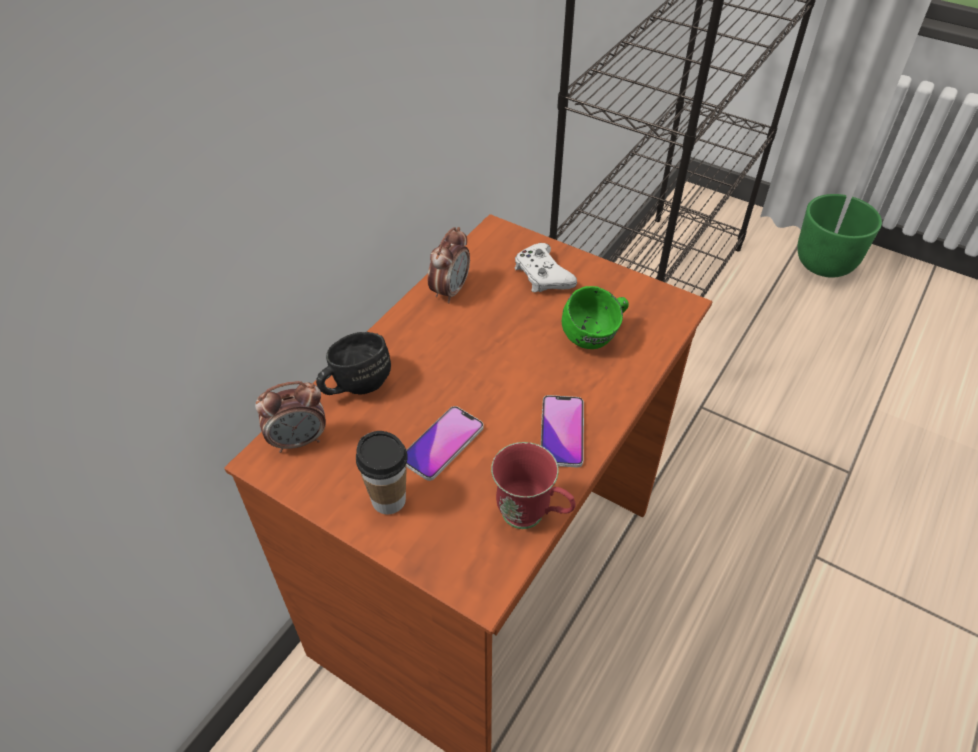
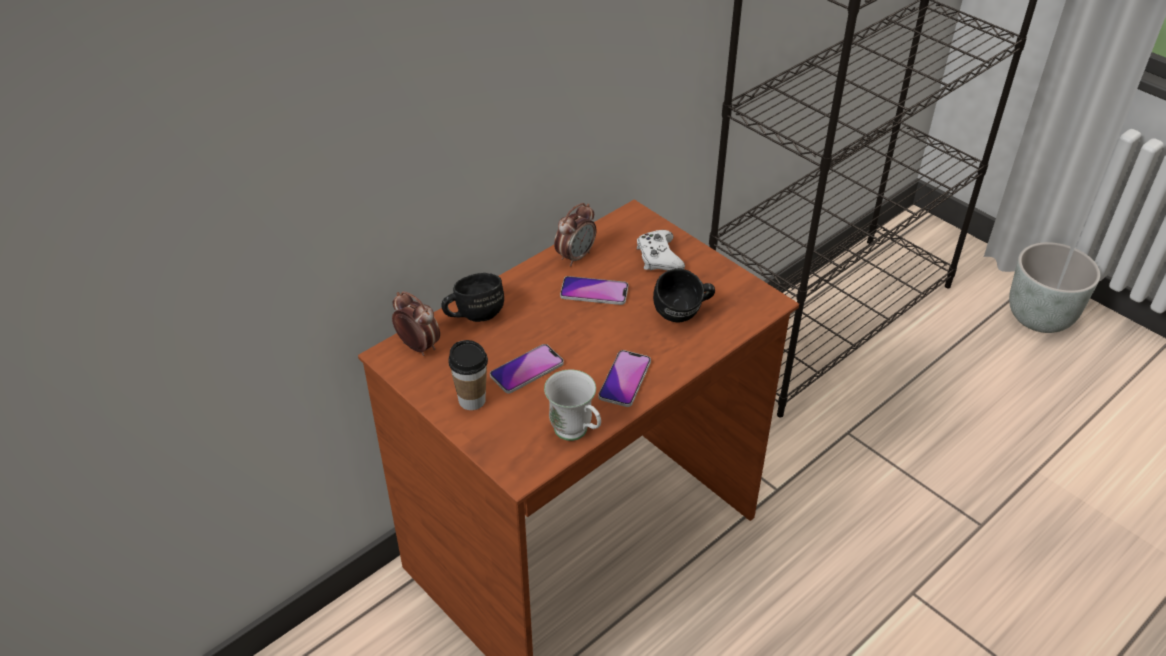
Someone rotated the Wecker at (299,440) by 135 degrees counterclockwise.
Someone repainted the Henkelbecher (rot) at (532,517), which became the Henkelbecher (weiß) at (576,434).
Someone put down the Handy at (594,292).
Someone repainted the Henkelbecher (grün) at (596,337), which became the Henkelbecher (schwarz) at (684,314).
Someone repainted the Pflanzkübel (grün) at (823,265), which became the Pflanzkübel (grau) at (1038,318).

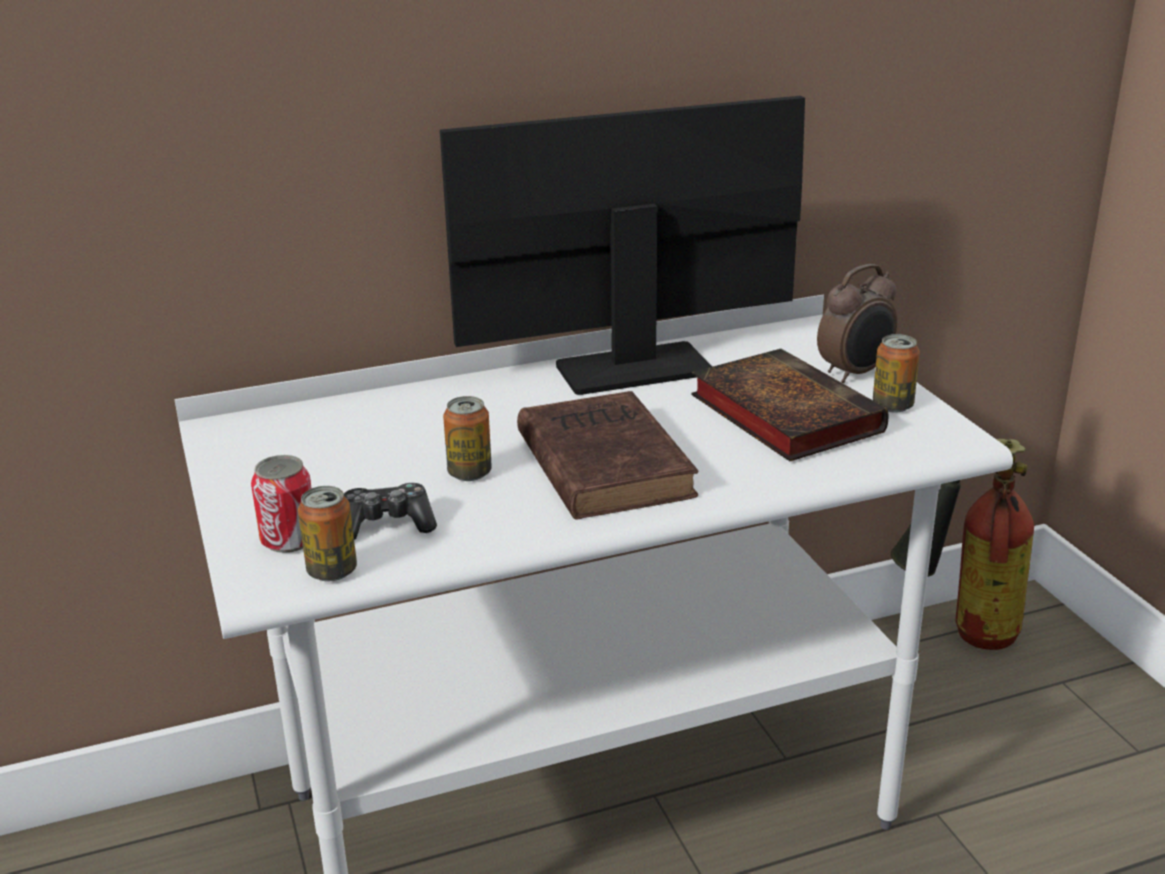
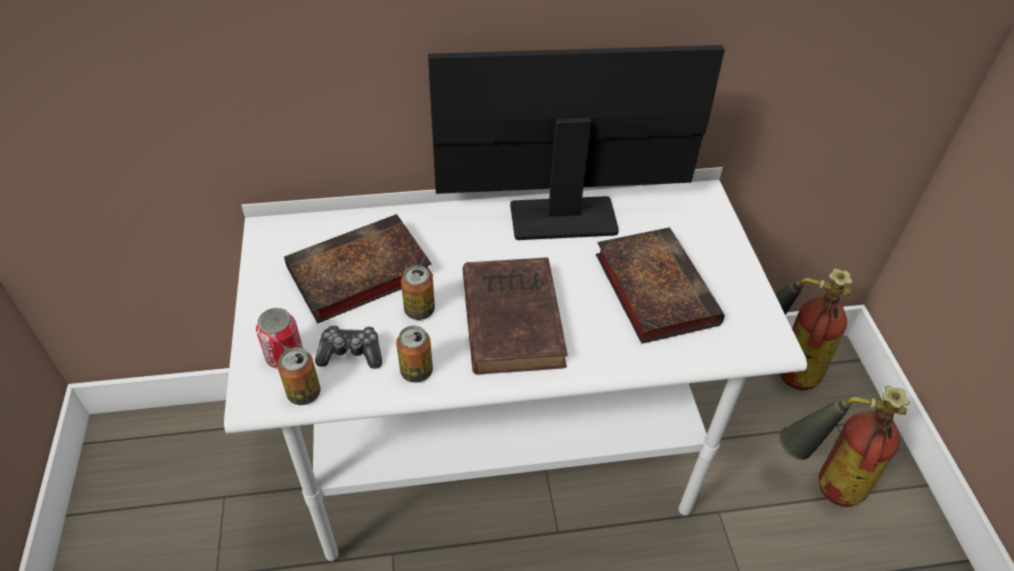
Someone put down the Buch at (357,275).
Someone carried the Dose from (892,406) to (416,371).
Someone put down the Feuerlöscher at (818,483).
Someone took away the Wecker at (855,373).

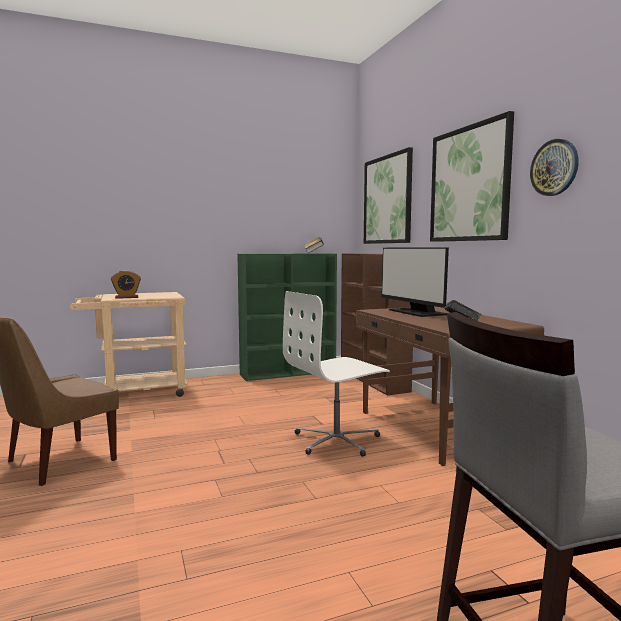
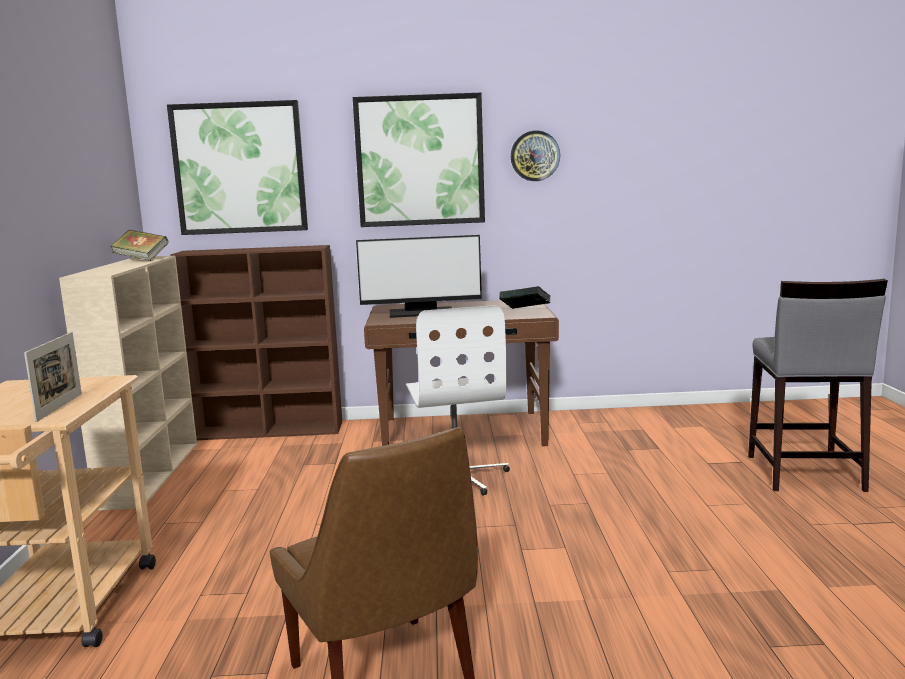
Someone swapped the Wecker at (126,297) for the Bilderrahmen at (59,407).
Someone repainted the Bücherregal (grün) at (289,373), which became the Bücherregal (beige) at (151,473).

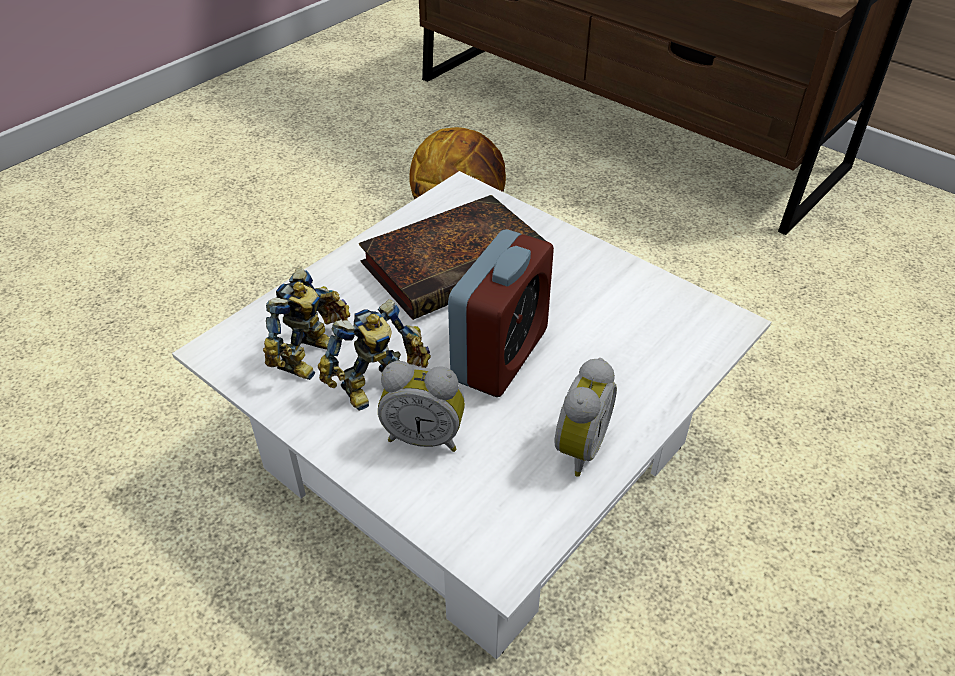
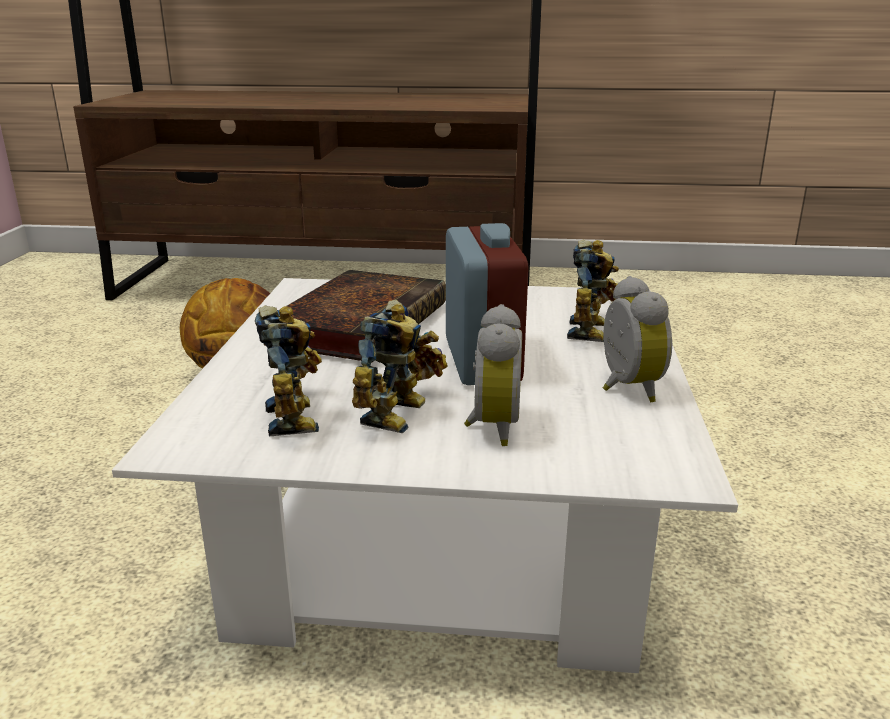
Someone rotated the Wecker at (425,436) by 60 degrees counterclockwise.
Someone put down the Spielzeugroboter at (592,330).

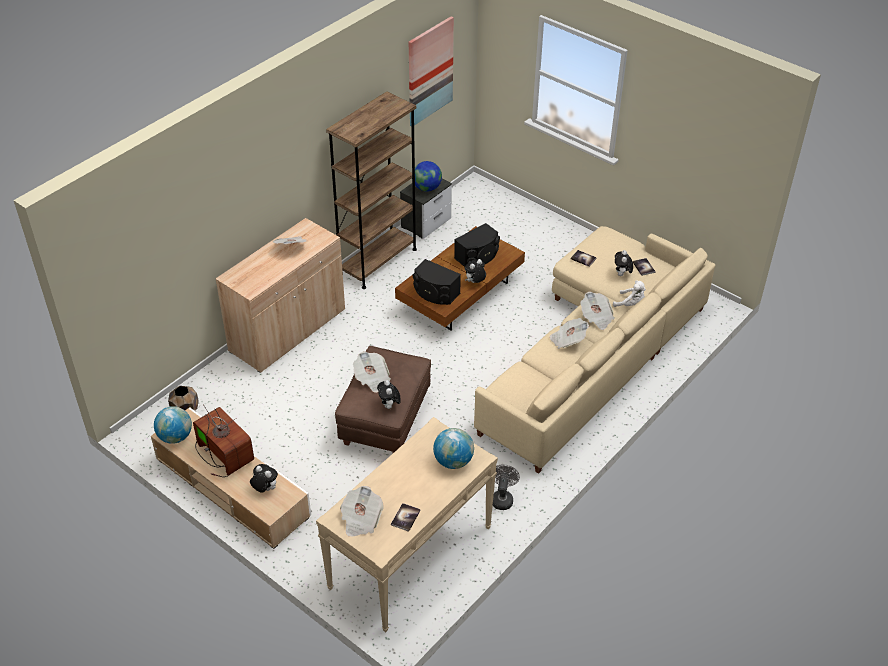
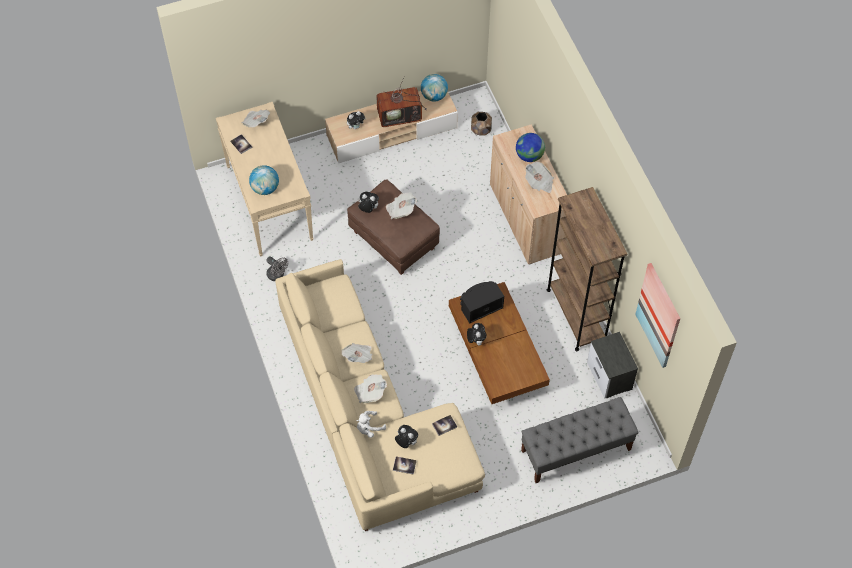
Someone carried the Globus from (427,188) to (529,156).
Someone put down the Bank (grau) at (575,450).
Someone took away the Lautsprecher (schwarz) at (478,256).

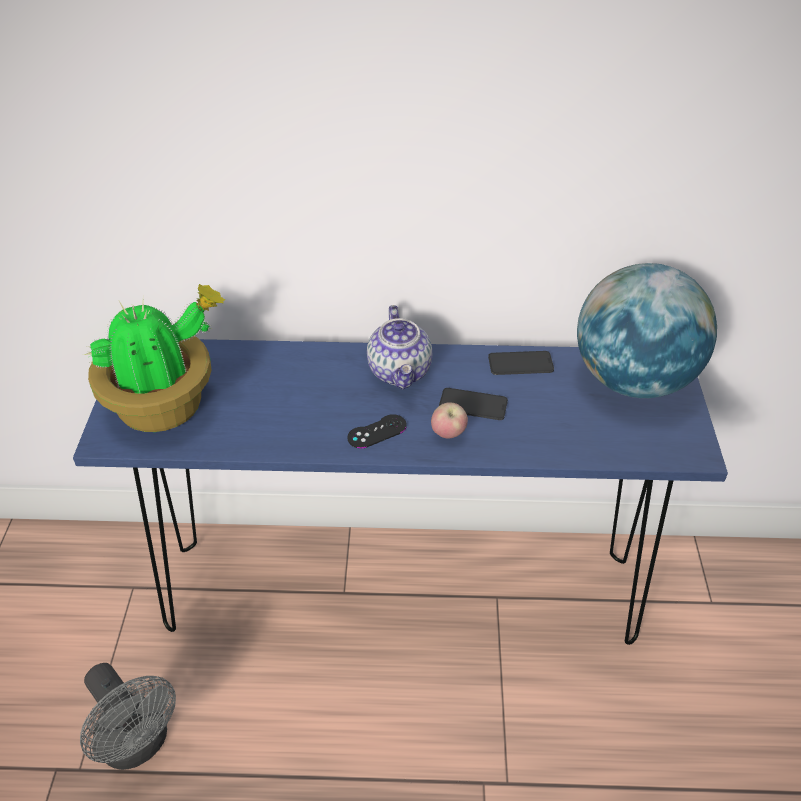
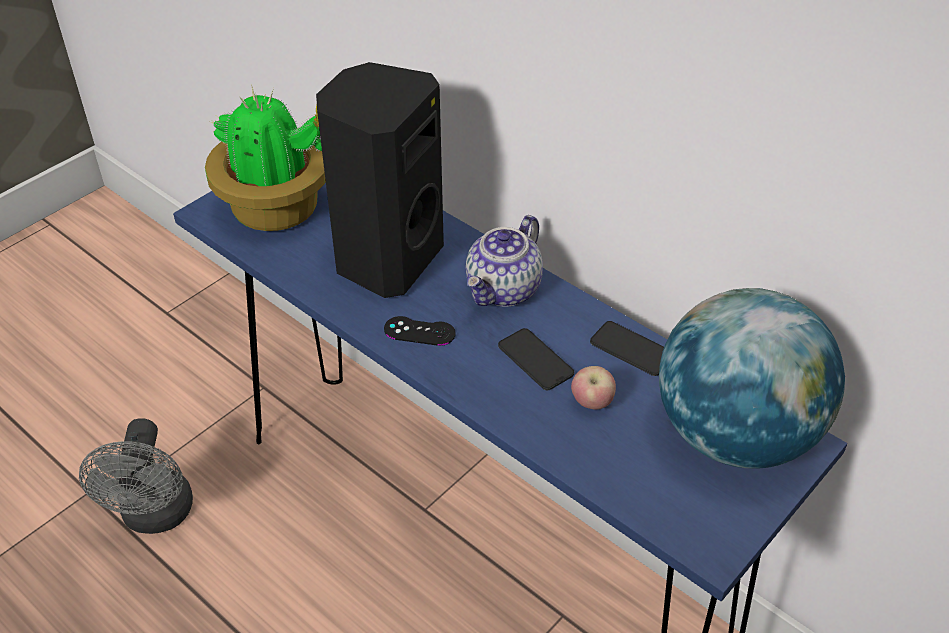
Someone put down the Lautsprecher (schwarz) at (386,259).
Someone carried the Apfel from (448,433) to (592,403).

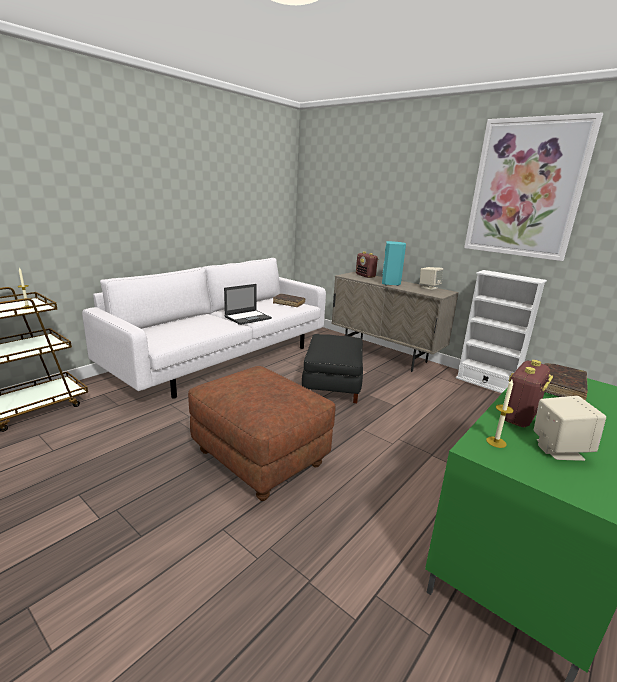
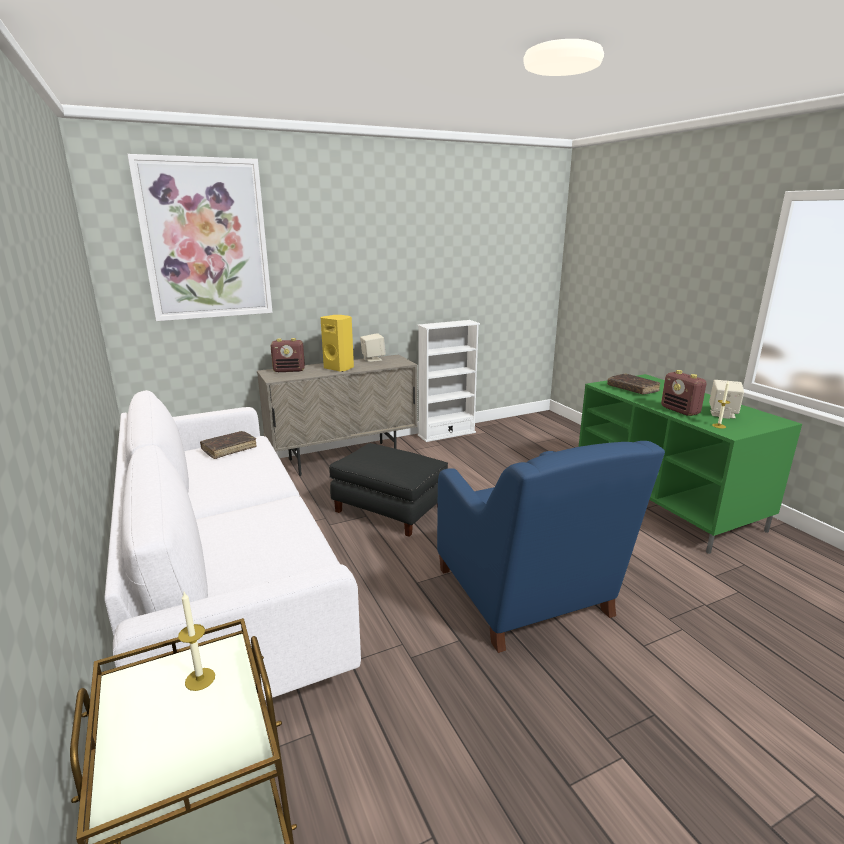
Someone carried the Bild from (525,189) to (206,240).
Someone repainted the Lautsprecher (türkis) at (391,283), which became the Lautsprecher (gelb) at (340,368).
Someone swapped the Polsterhocker (braun) at (259,458) for the Sessel (blau) at (527,597).
Someone took away the Laptop at (248,317).

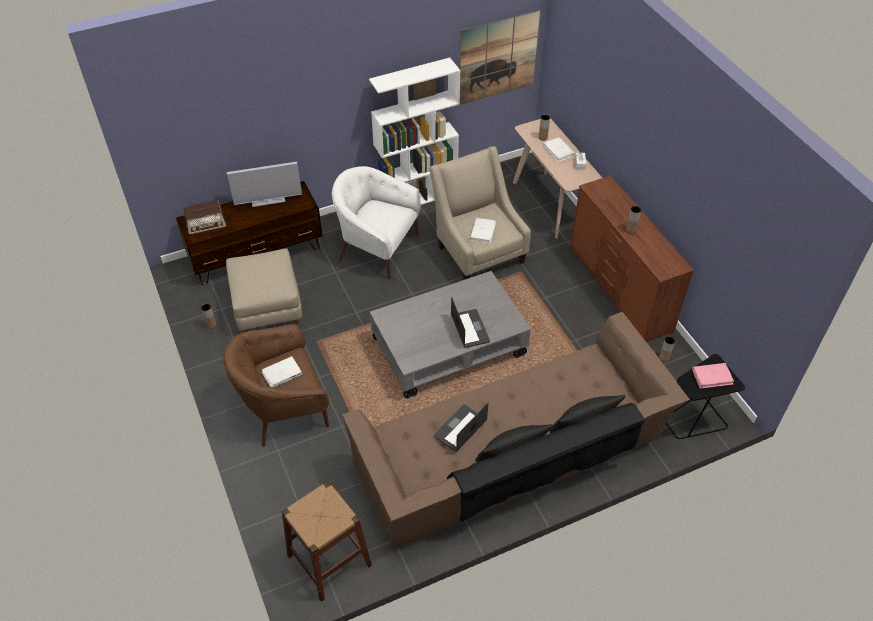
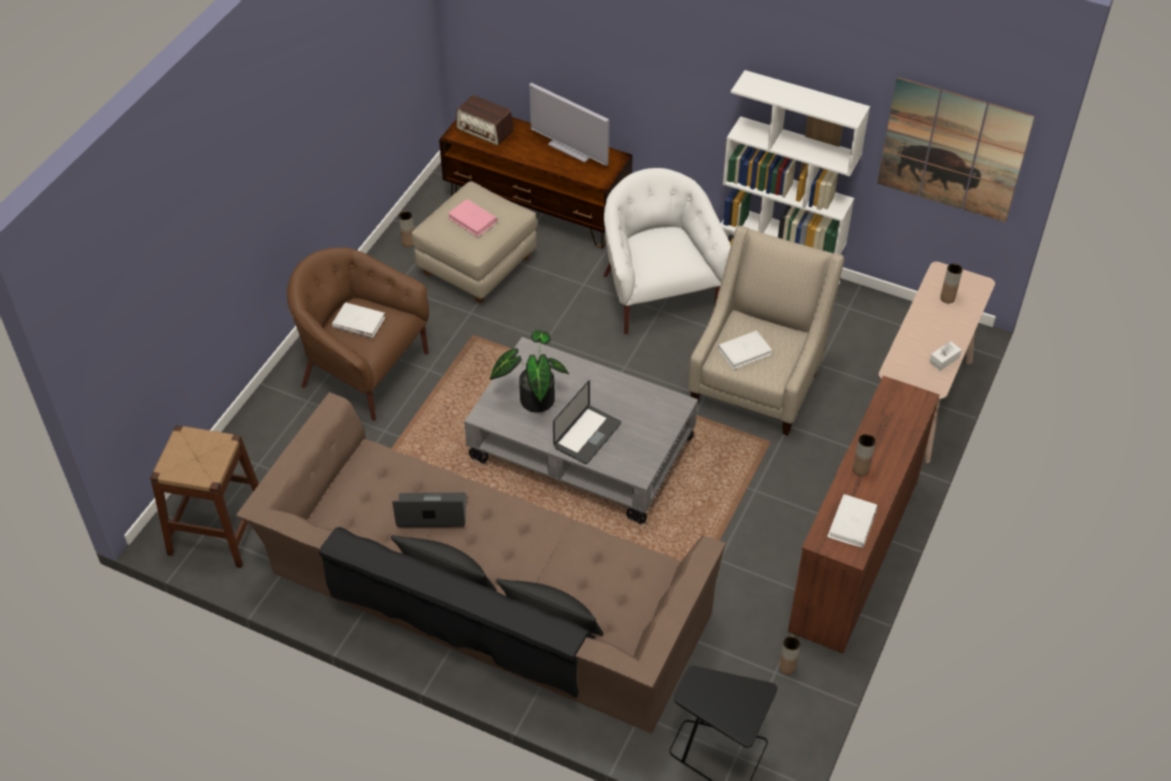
Someone carried the Buch (rosa) from (712,377) to (472,220).
Someone put down the Topfpflanze at (533,398).
Someone carried the Buch (weiß) from (558,151) to (852,523).

